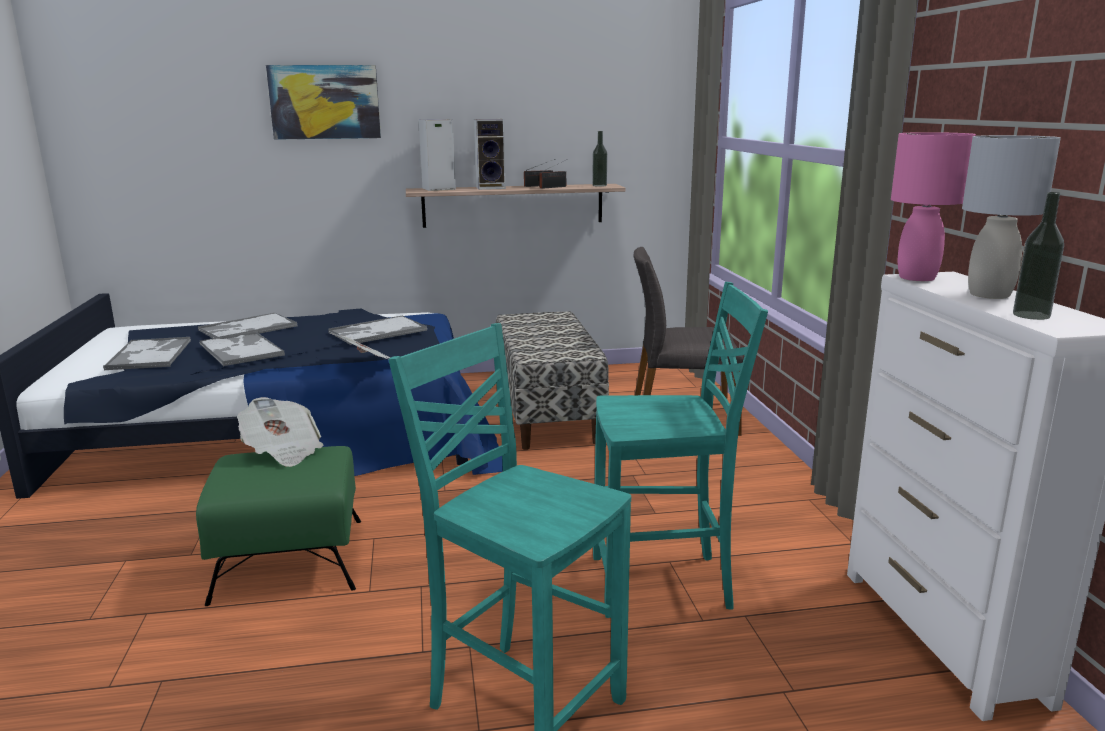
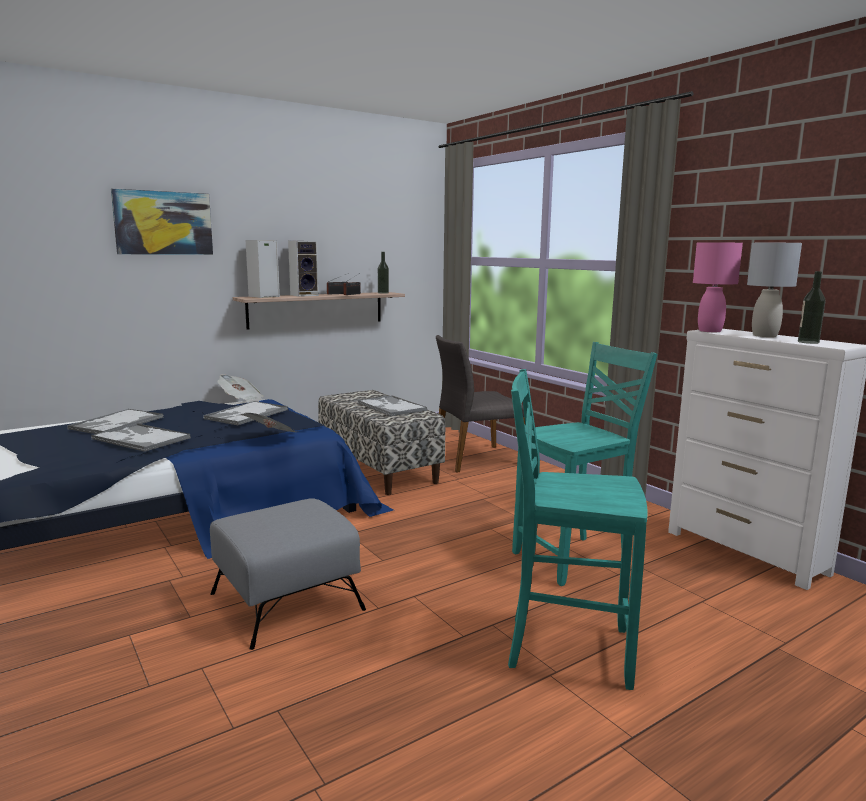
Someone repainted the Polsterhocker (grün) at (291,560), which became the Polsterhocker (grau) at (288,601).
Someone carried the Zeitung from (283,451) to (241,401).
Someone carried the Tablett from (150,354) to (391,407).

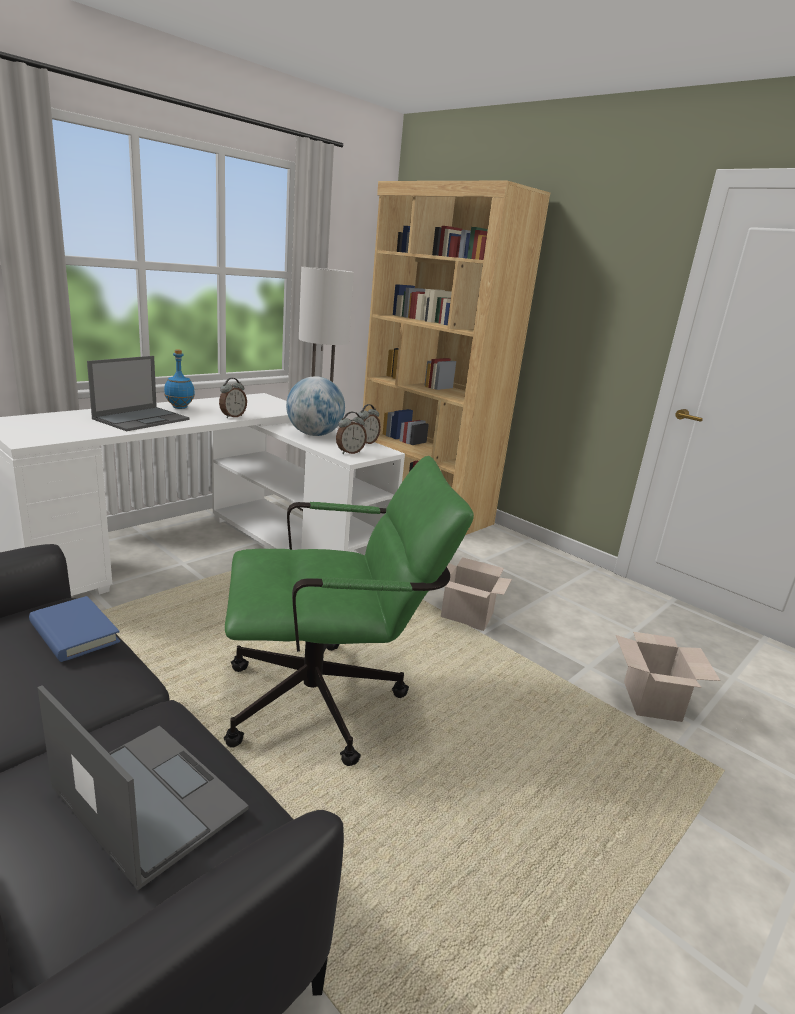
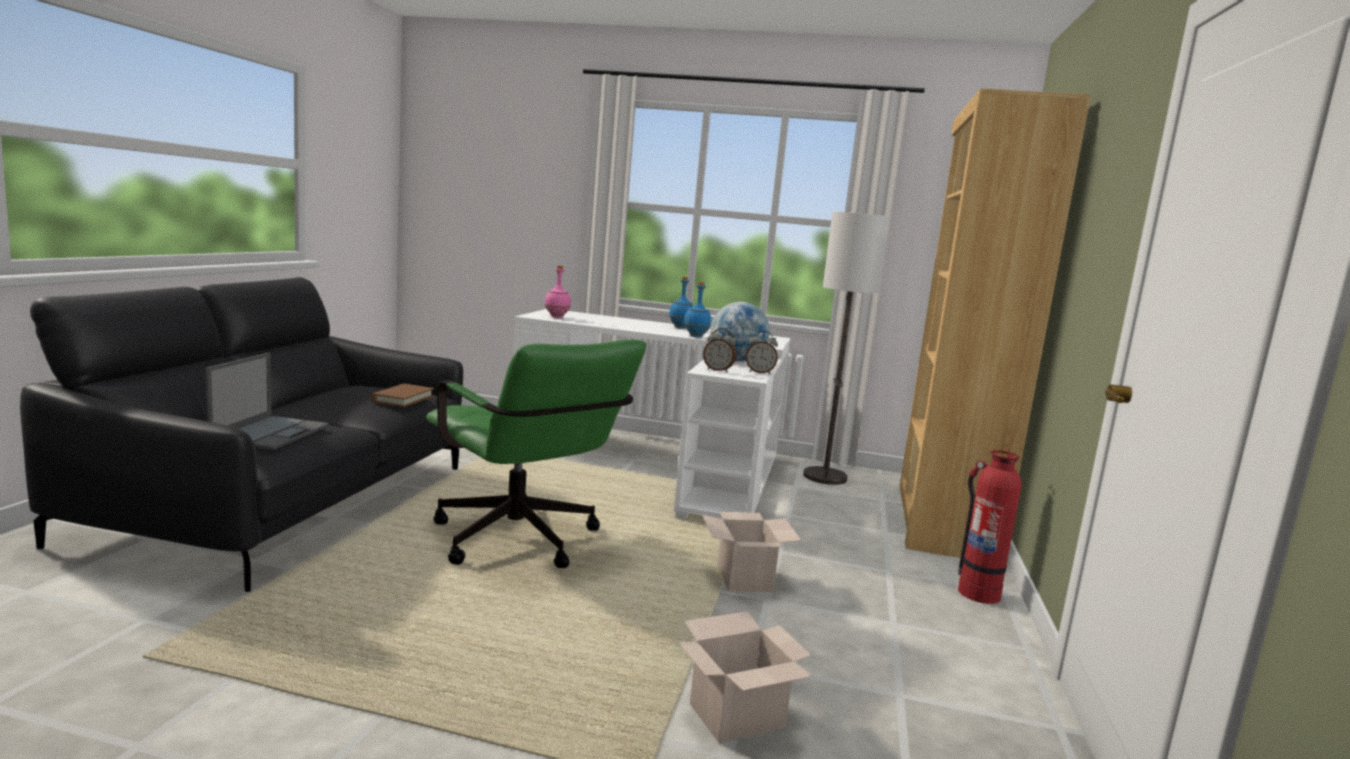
Someone repainted the Buch (blau) at (74,633), which became the Buch (braun) at (403,399).
Someone put down the Flasche (rosa) at (556,317).
Someone swapped the Wecker at (232,416) for the Flasche (blau) at (696,336).
Someone put down the Feuerlöscher at (978,593).
Someone took away the Laptop at (142,419).

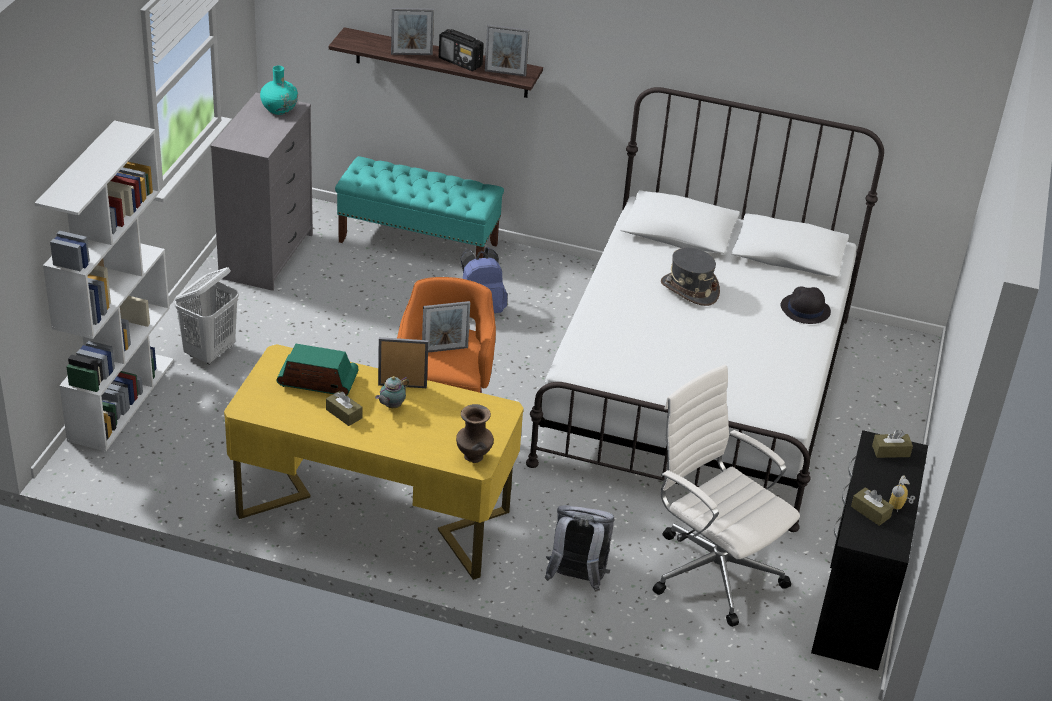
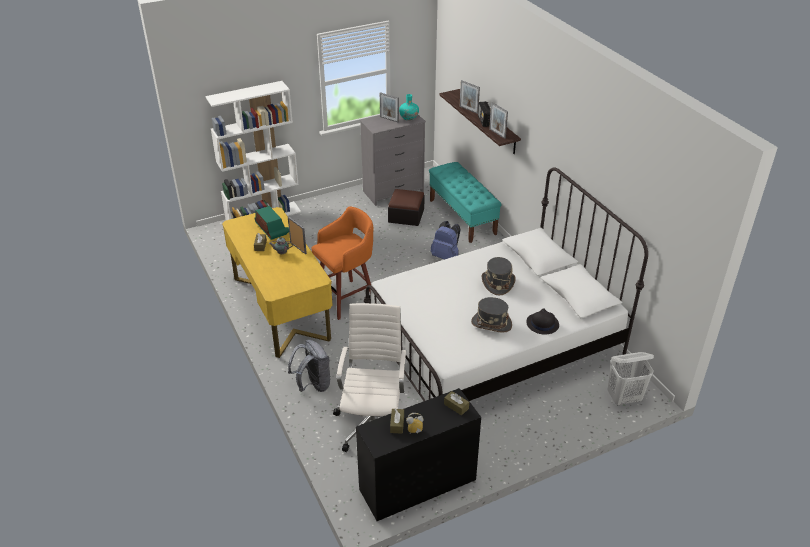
Someone carried the Bilderrahmen from (444,349) to (389,119).
Someone put down the Polsterhocker at (406,216).
Someone put down the Hut (grau) at (491,324).
Someone carried the Wäschekorb (weiß) from (210,352) to (624,398).
Someone took away the Vase (braun) at (474,457).

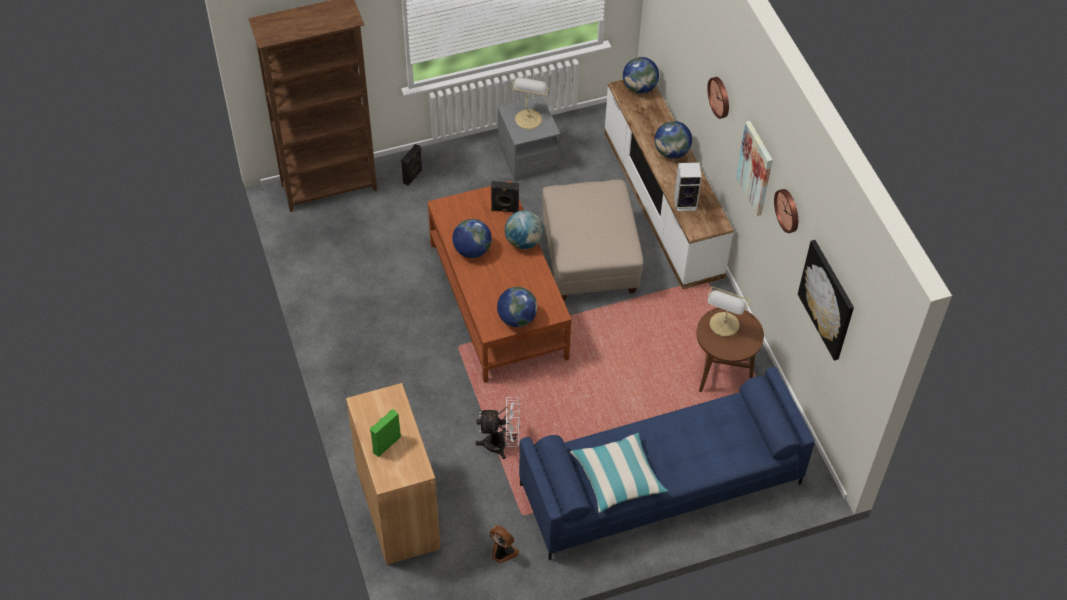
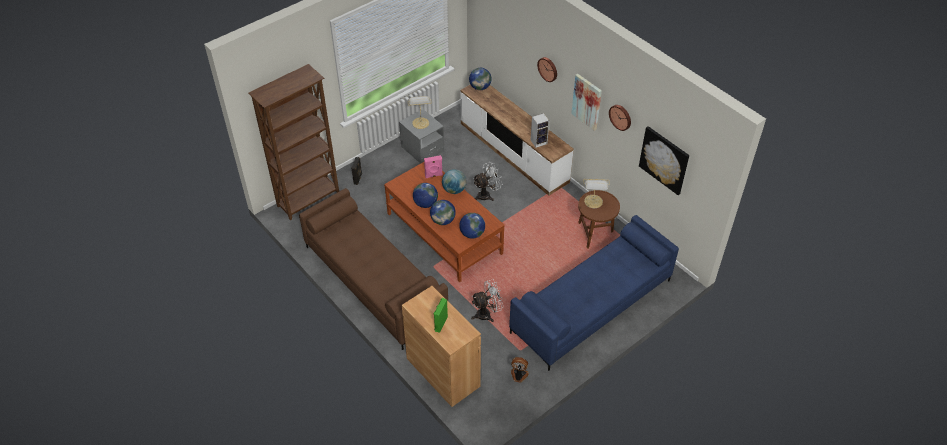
Someone put down the Sofa (braun) at (374,282).
Someone repainted the Lautsprecher (schwarz) at (504,210), which became the Lautsprecher (rosa) at (433,176).
Someone carried the Globus from (671,152) to (443,221).
Someone swapped the Polsterhocker (beige) at (589,259) for the Ventilator (weiß) at (487,195).
Someone took away the Kissen at (617,477).

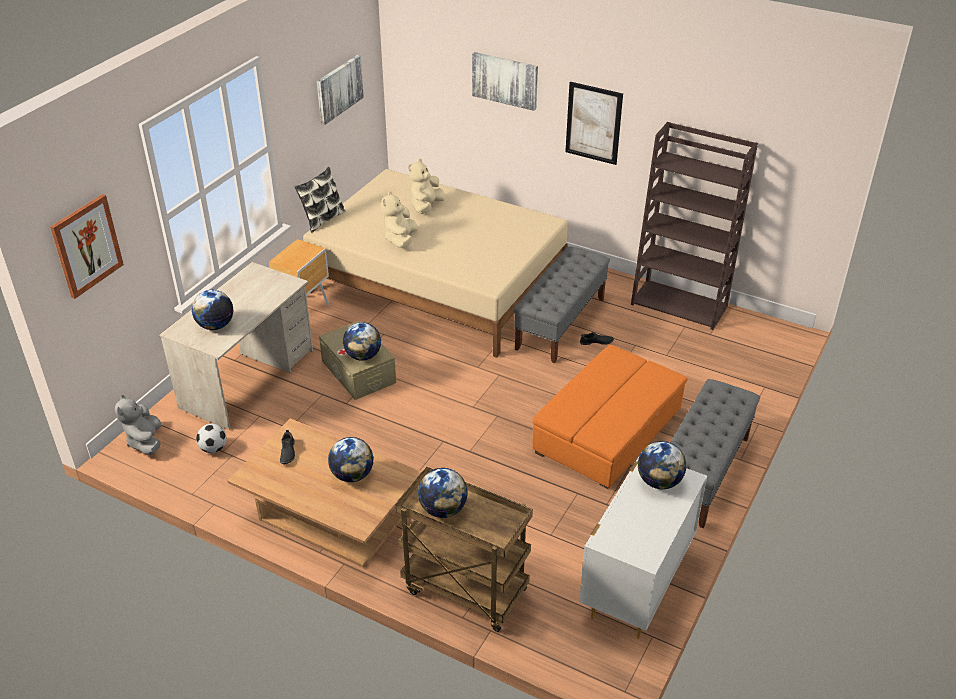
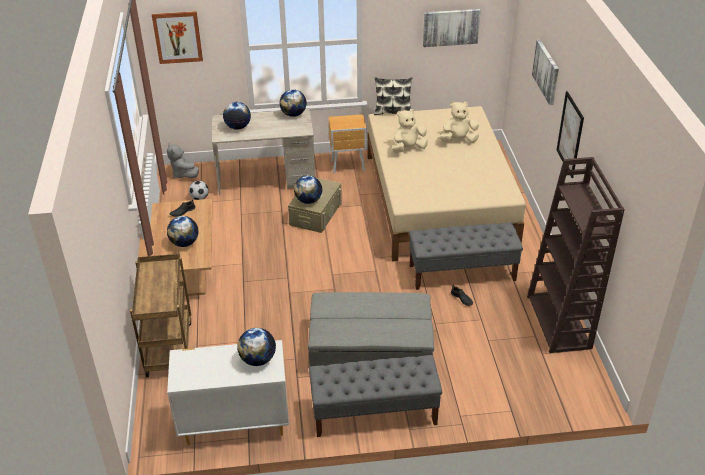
Someone rotated the Plüschtier (grau) at (145,442) by 75 degrees counterclockwise.
Someone carried the Globus from (443,509) to (293,114).
Someone repainted the Polsterhocker (orange) at (607,431), which became the Polsterhocker (grau) at (370,346).

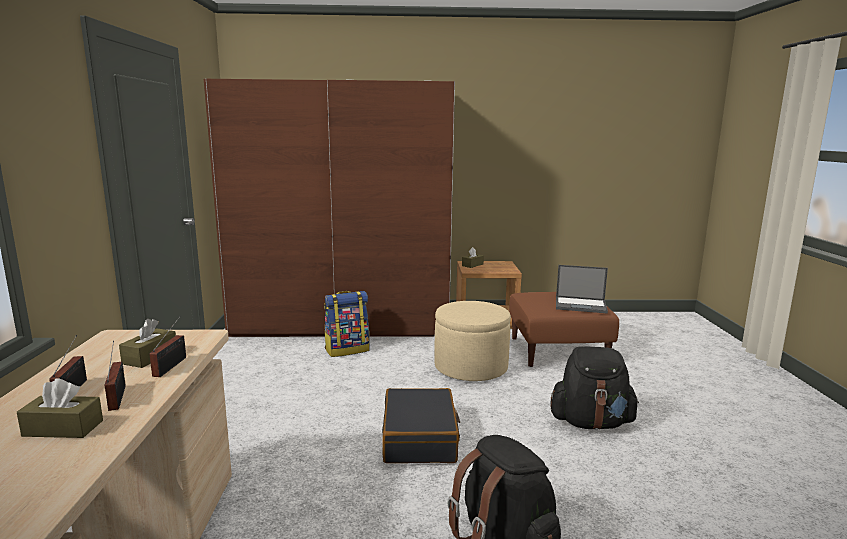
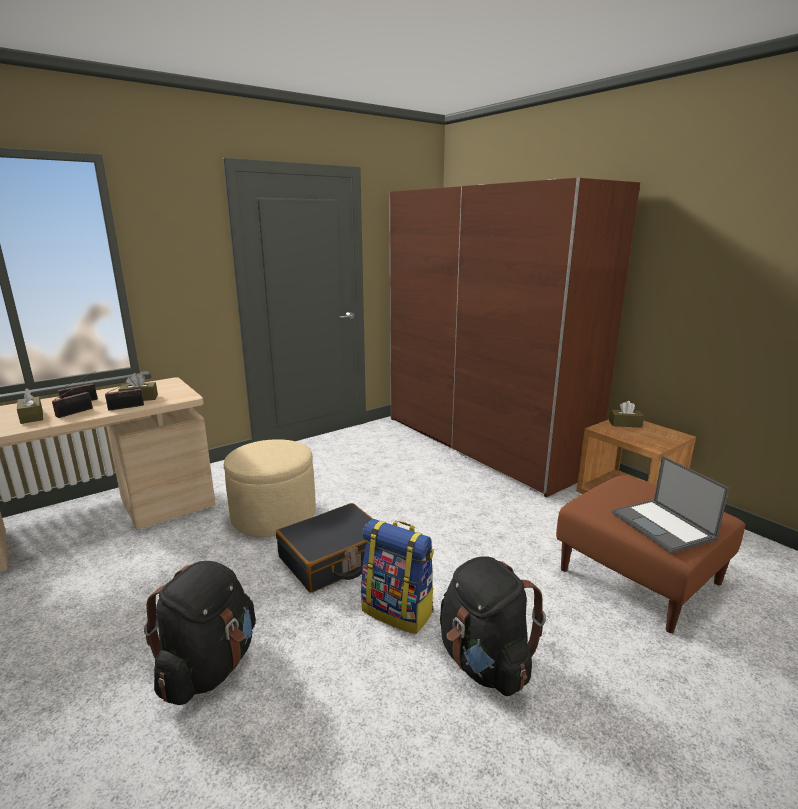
Someone carried the Polsterhocker (beige) from (471,367) to (274,516).
Someone carried the Rucksack from (347,350) to (398,611).

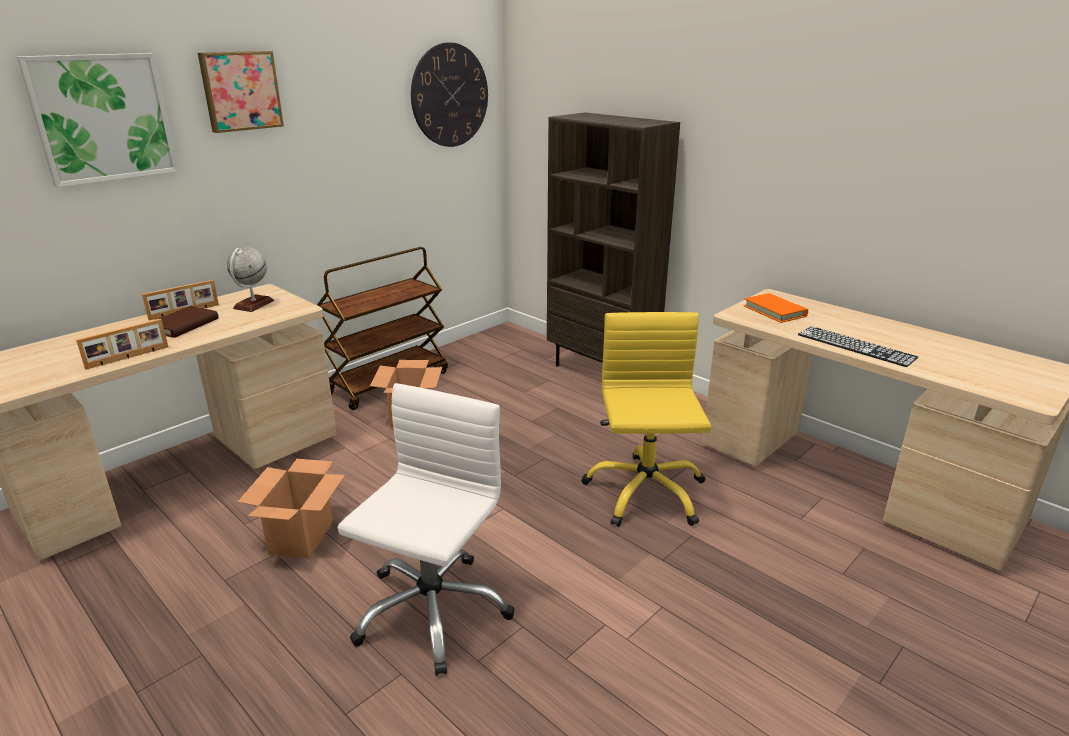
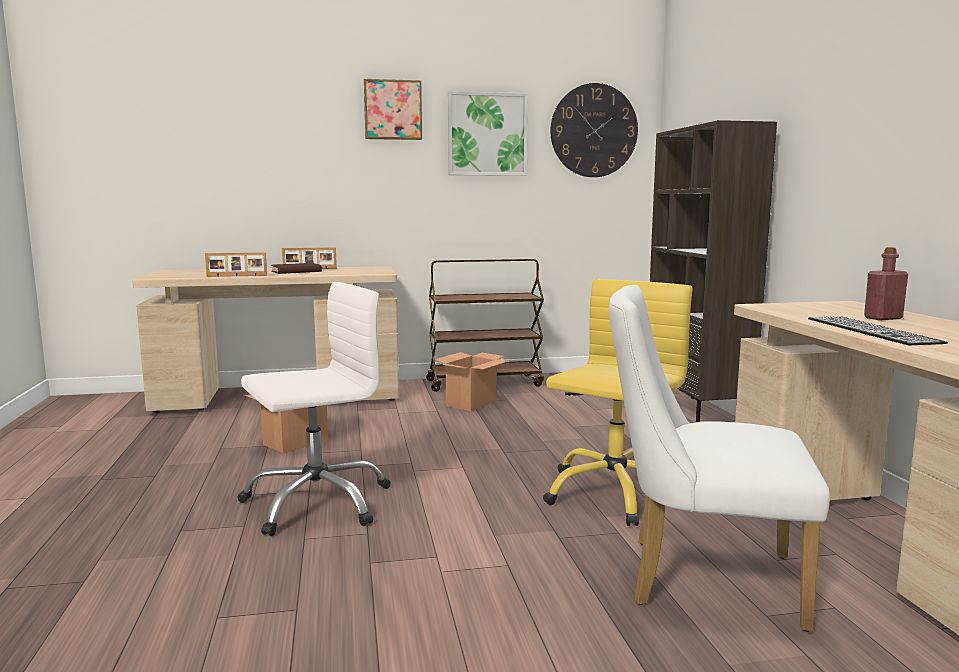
Someone carried the Bild from (103,118) to (487,134).
Someone put down the Stuhl (weiß) at (698,579).
Someone put down the Flasche (rot) at (883,318).
Someone took away the Globus at (253,304).
Someone took away the Buch (orange) at (774,311).

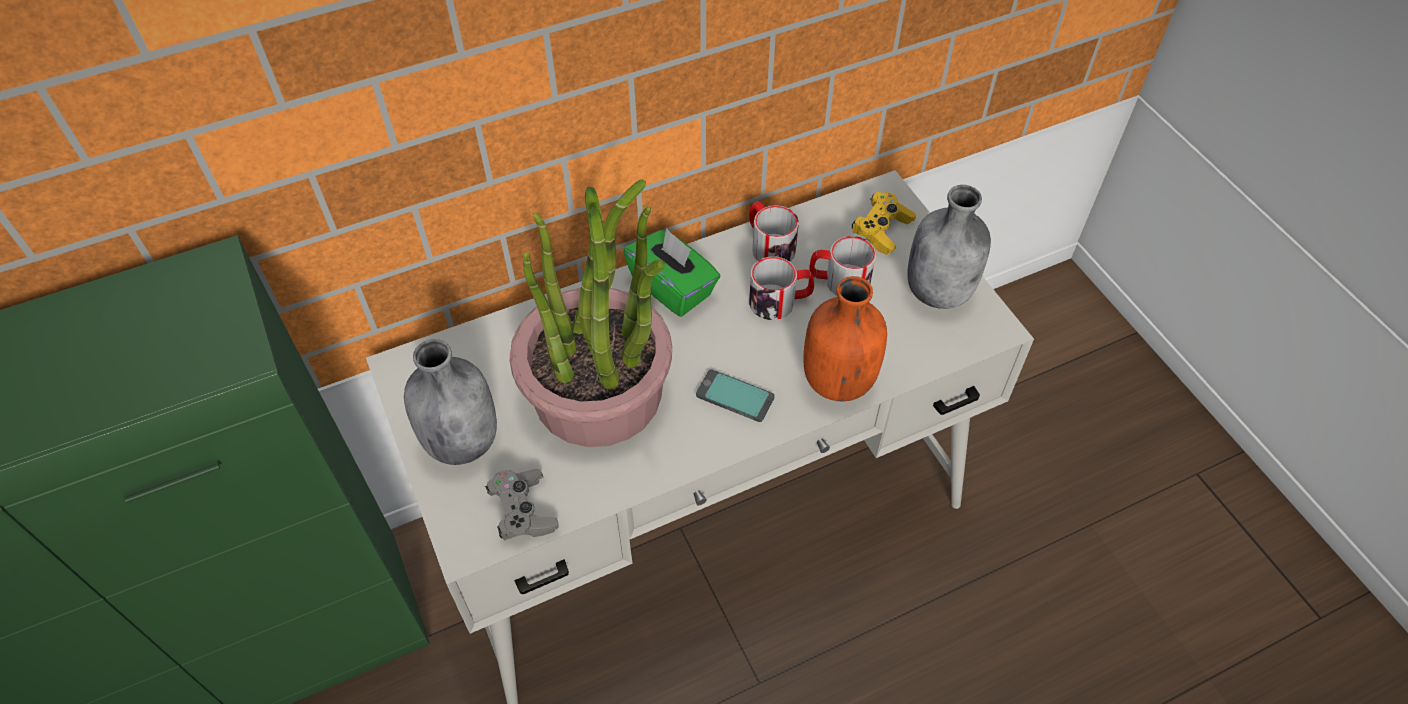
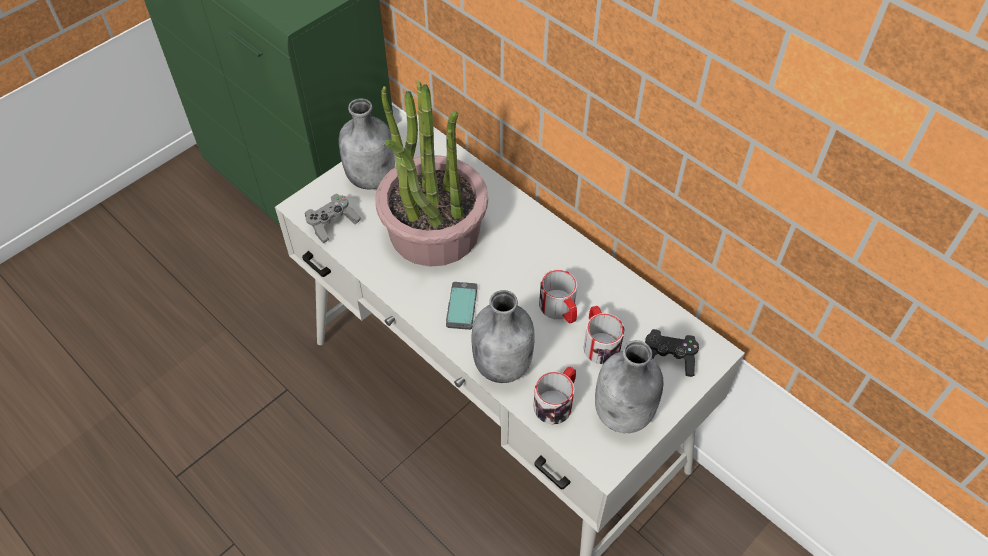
Someone repainted the Flasche (orange) at (837,379), which became the Flasche (grau) at (503,364).
Someone carried the Henkelbecher from (768,245) to (557,401).
Someone repainted the Gamepad (gelb) at (881,230), which became the Gamepad (schwarz) at (668,358).
Someone took away the Taschentuchbox (grün) at (673,288).

